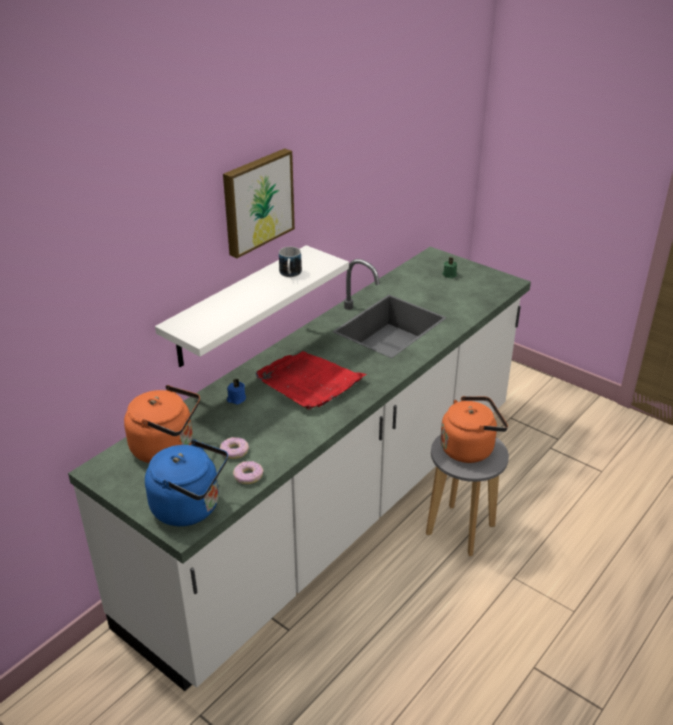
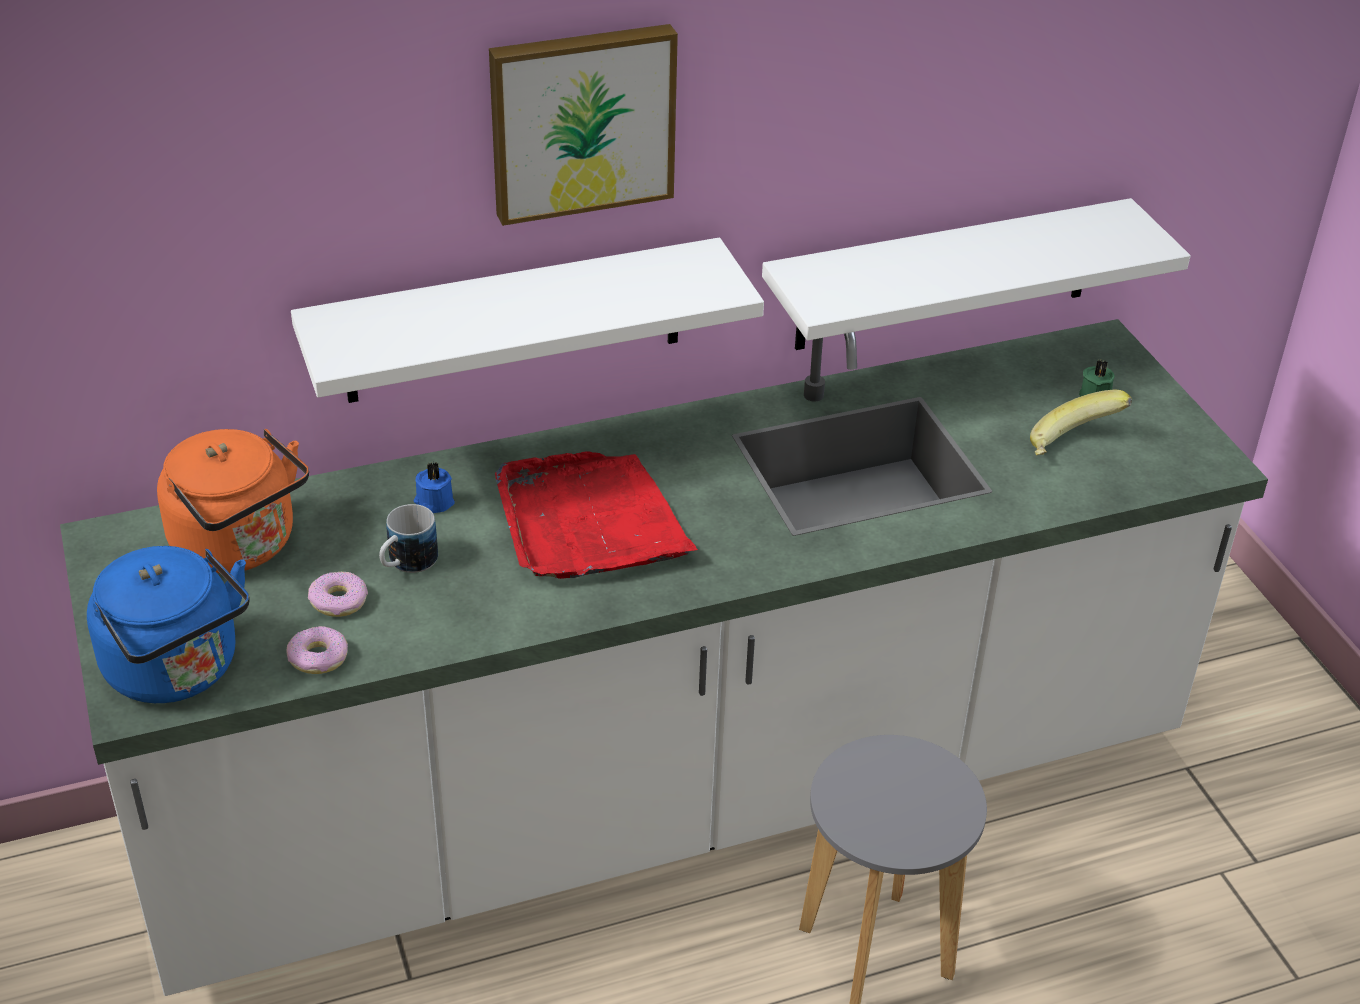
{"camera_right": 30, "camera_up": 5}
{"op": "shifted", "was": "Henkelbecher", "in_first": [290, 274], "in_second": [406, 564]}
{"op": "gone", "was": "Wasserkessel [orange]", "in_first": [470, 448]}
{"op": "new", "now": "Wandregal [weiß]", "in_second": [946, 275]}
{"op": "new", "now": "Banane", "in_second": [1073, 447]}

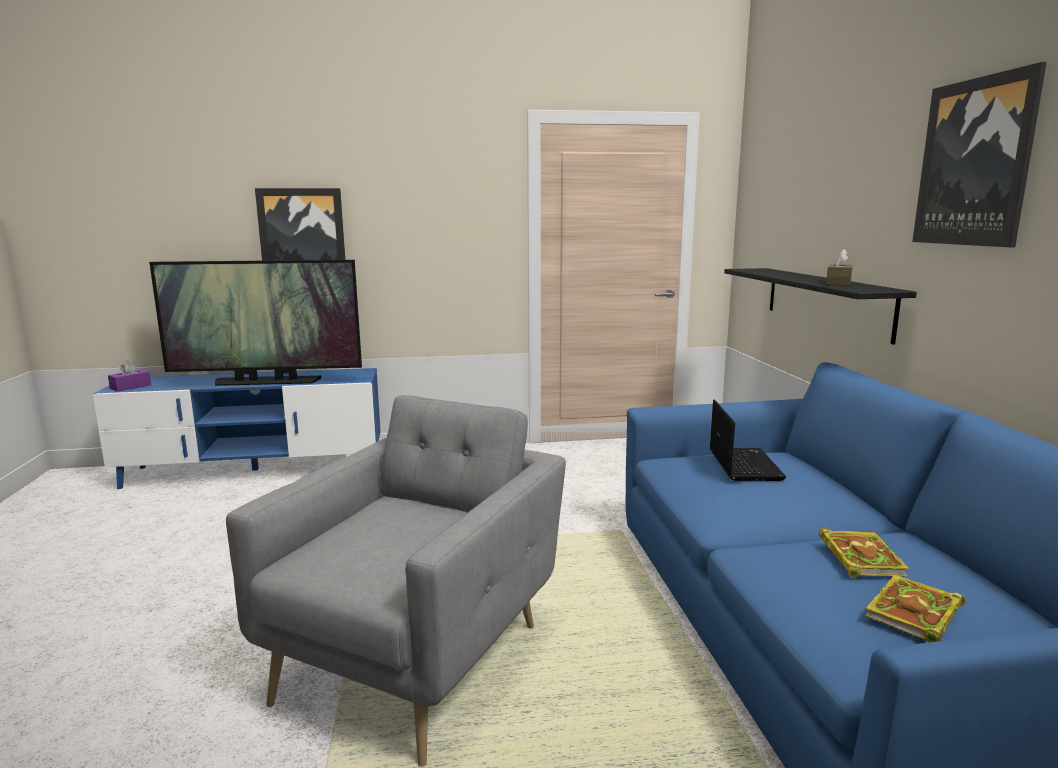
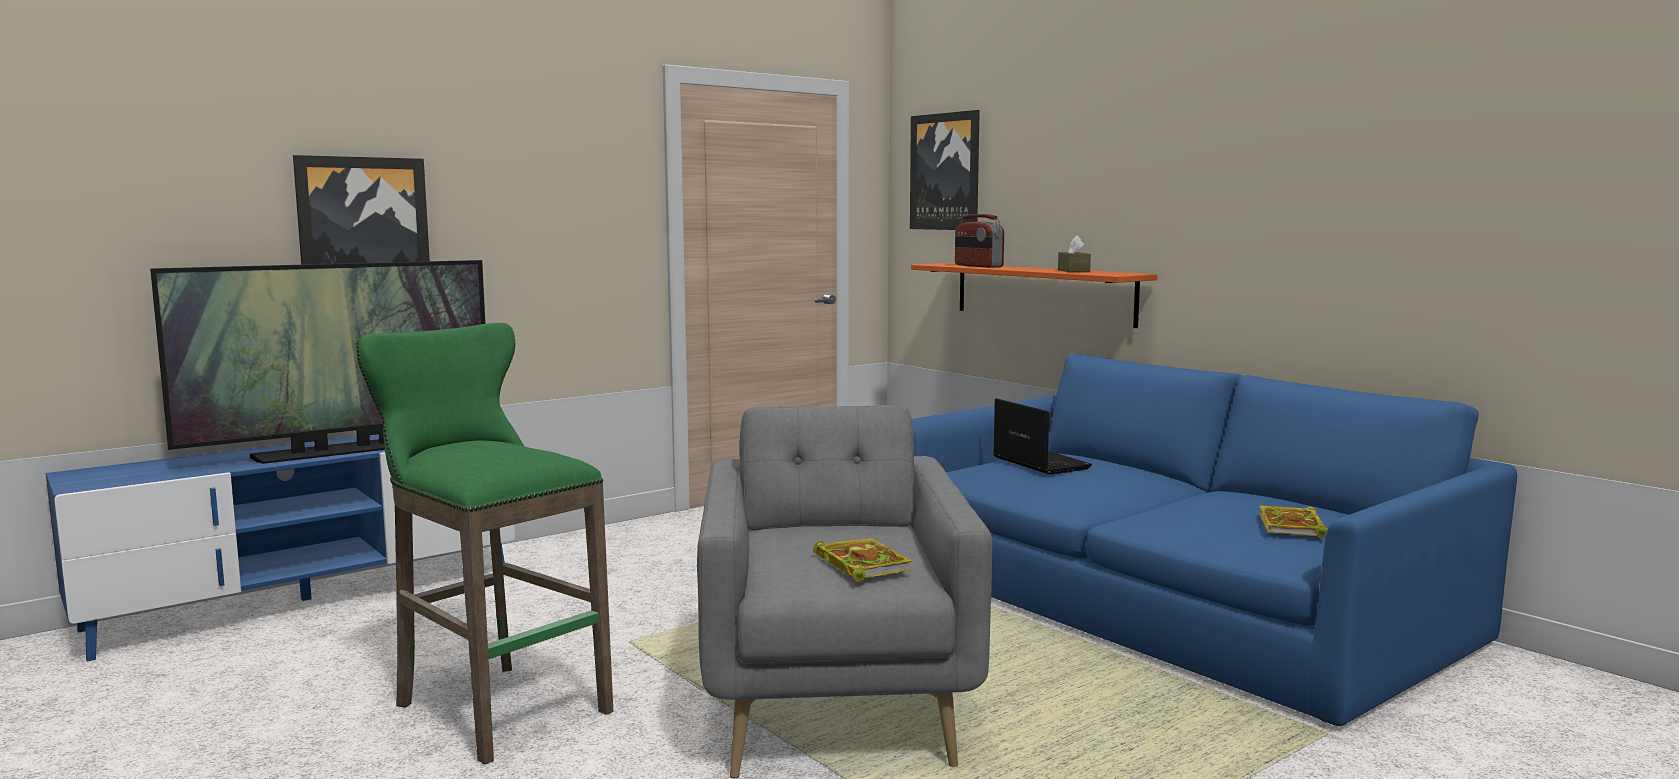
{"camera_right": -30, "camera_up": -5}
{"op": "gone", "was": "Taschentuchbox [lila]", "in_first": [130, 387]}
{"op": "repainted", "was": "Wandregal [schwarz]", "now": "Wandregal [orange]", "in_first": [825, 301], "in_second": [1043, 293]}
{"op": "shifted", "was": "Buch", "in_first": [859, 556], "in_second": [860, 563]}
{"op": "shifted", "was": "Bild", "in_first": [975, 163], "in_second": [945, 172]}
{"op": "new", "now": "Hocker [grün]", "in_second": [494, 707]}
{"op": "new", "now": "Radio", "in_second": [978, 266]}

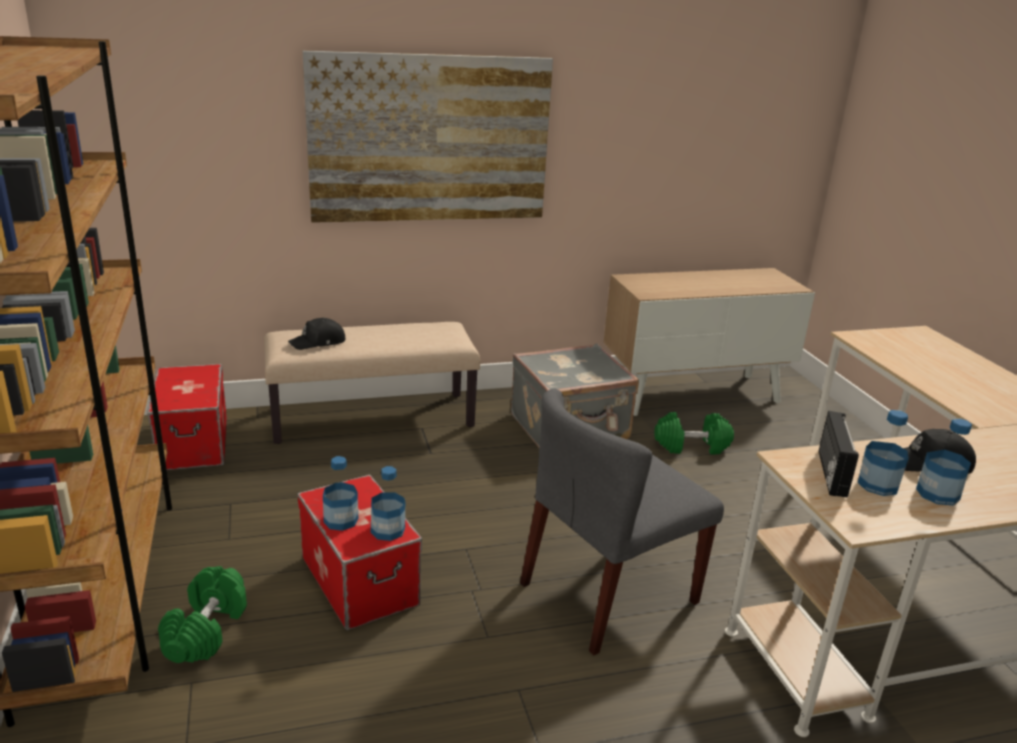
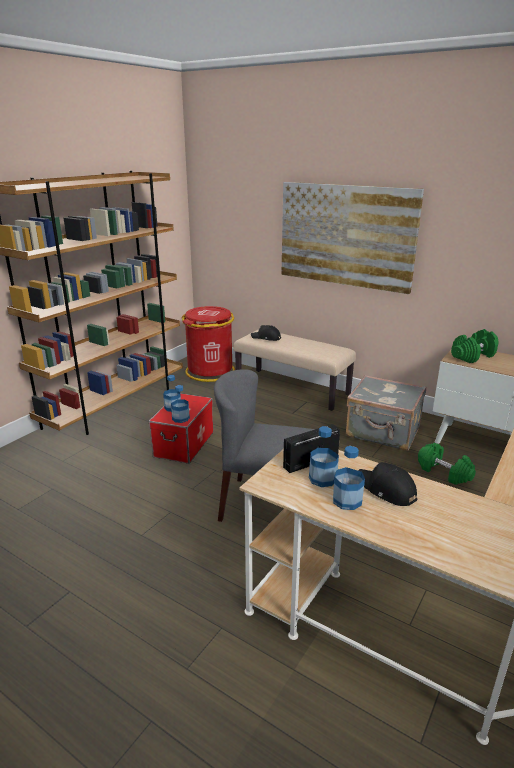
{"camera_right": 50, "camera_up": 0}
{"op": "swapped", "was": "Aufbewahrungsbox", "now": "Mülleimer [rot]", "in_first": [193, 443], "in_second": [210, 371]}
{"op": "shifted", "was": "Hantel [grün]", "in_first": [206, 631], "in_second": [473, 356]}

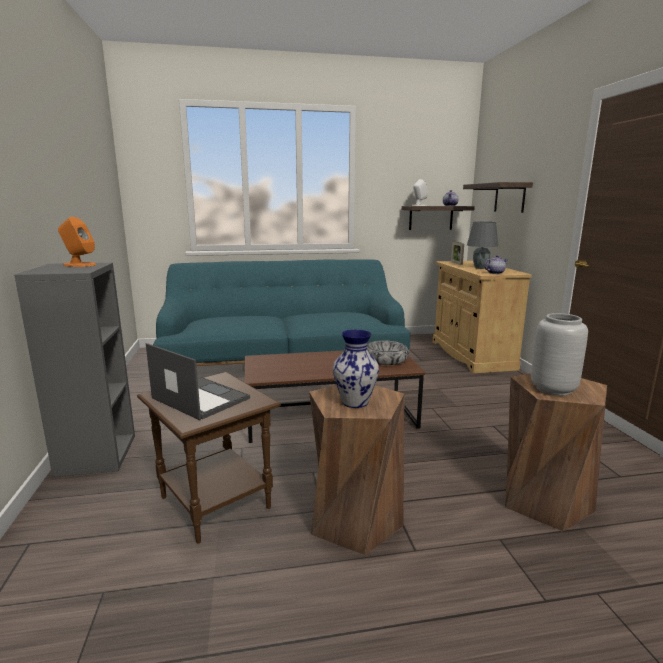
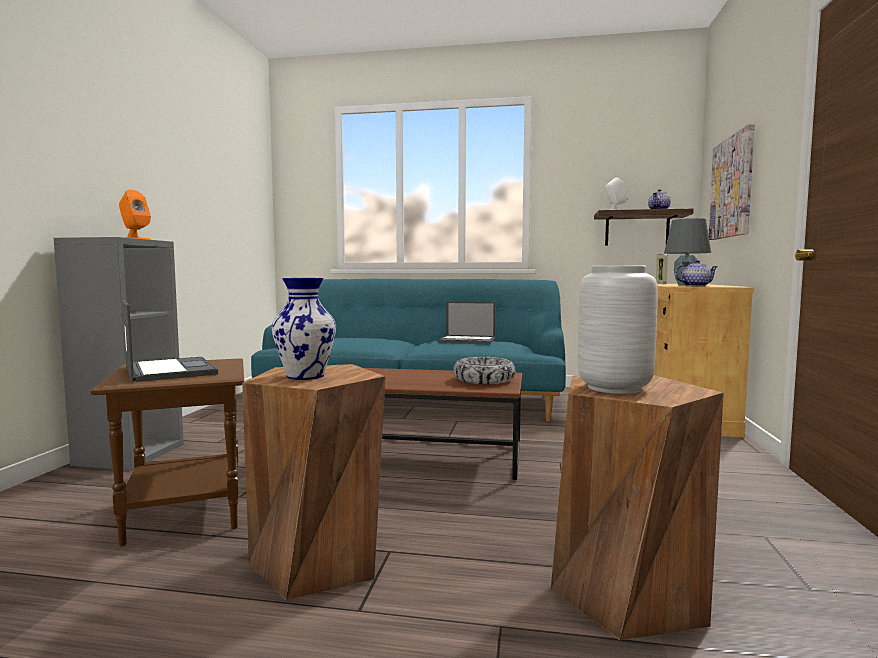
{"camera_right": 20, "camera_up": -10}
{"op": "swapped", "was": "Wandregal", "now": "Bild", "in_first": [509, 197], "in_second": [732, 187]}
{"op": "new", "now": "Laptop", "in_second": [468, 340]}

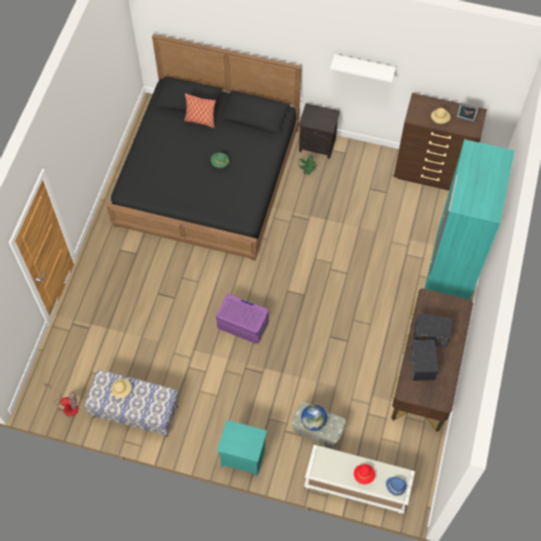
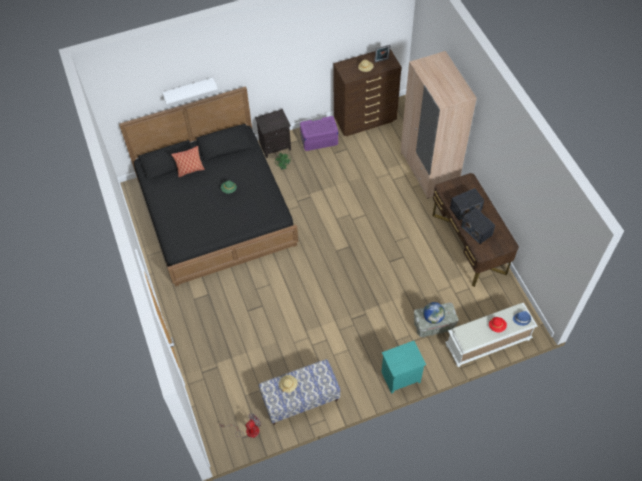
{"camera_right": -35, "camera_up": -5}
{"op": "shifted", "was": "Aufbewahrungsbox [lila]", "in_first": [242, 324], "in_second": [319, 140]}
{"op": "shifted", "was": "Wandregal [weiß]", "in_first": [364, 66], "in_second": [188, 90]}
{"op": "repainted", "was": "Kleiderschrank [türkis]", "now": "Kleiderschrank [beige]", "in_first": [451, 269], "in_second": [428, 170]}

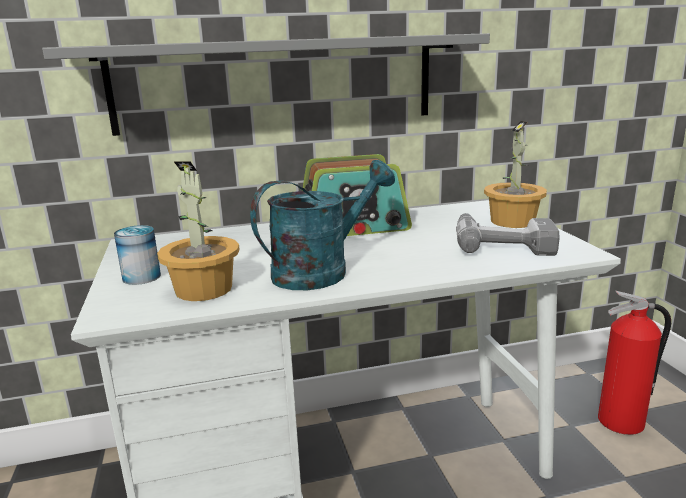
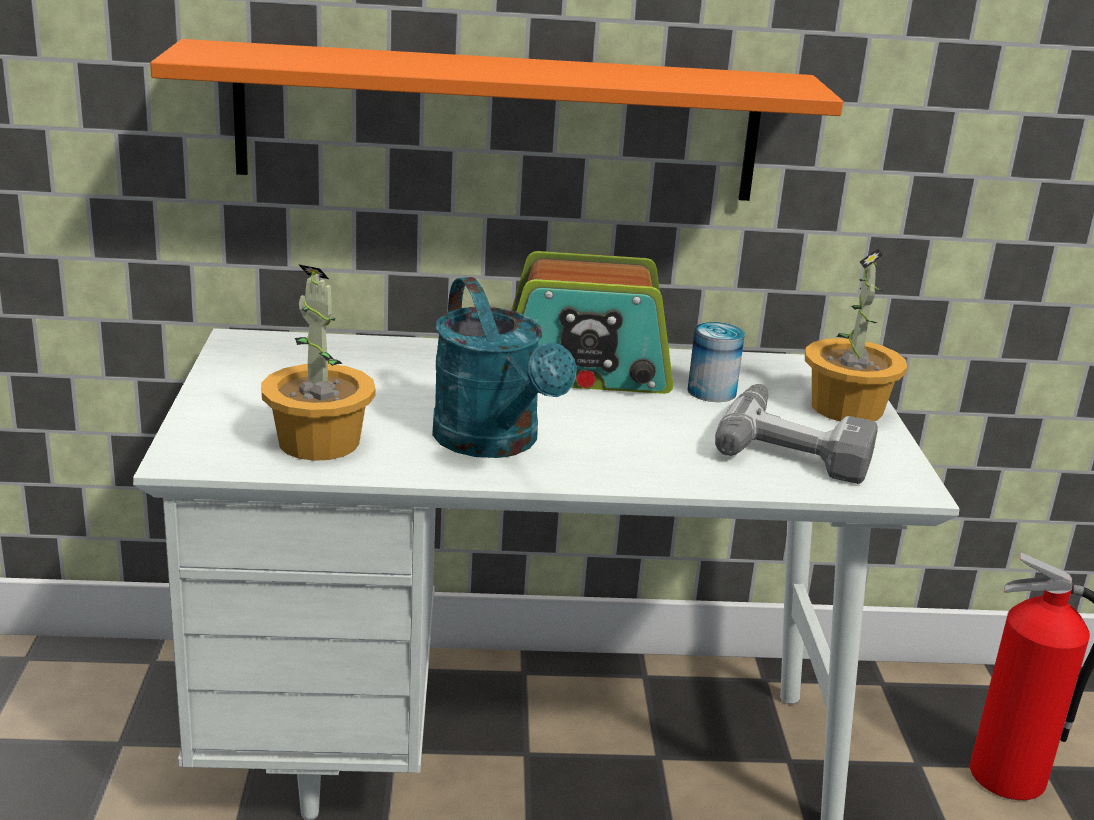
{"camera_right": 10, "camera_up": 5}
{"op": "repainted", "was": "Wandregal [grau]", "now": "Wandregal [orange]", "in_first": [276, 83], "in_second": [498, 123]}
{"op": "shifted", "was": "Dose", "in_first": [141, 277], "in_second": [711, 391]}
{"op": "rotated", "was": "Gießkanne [türkis]", "in_first": [321, 270], "in_second": [494, 443], "clockwise": 90}

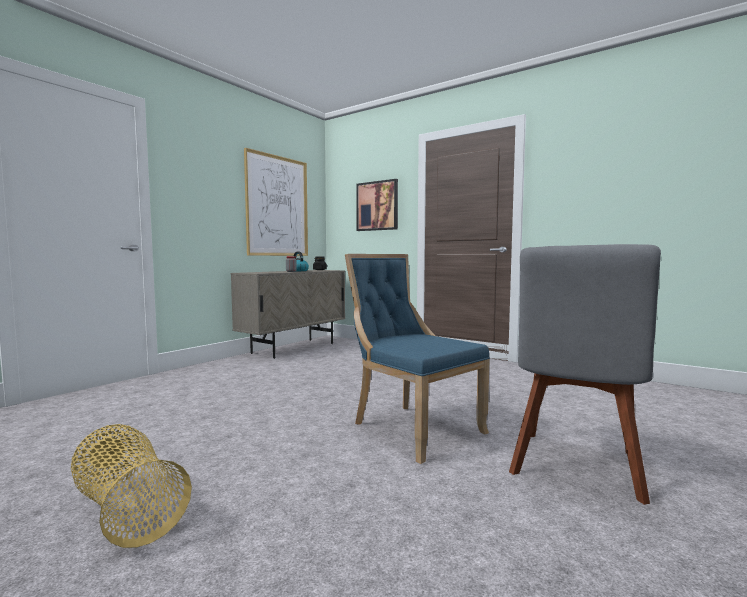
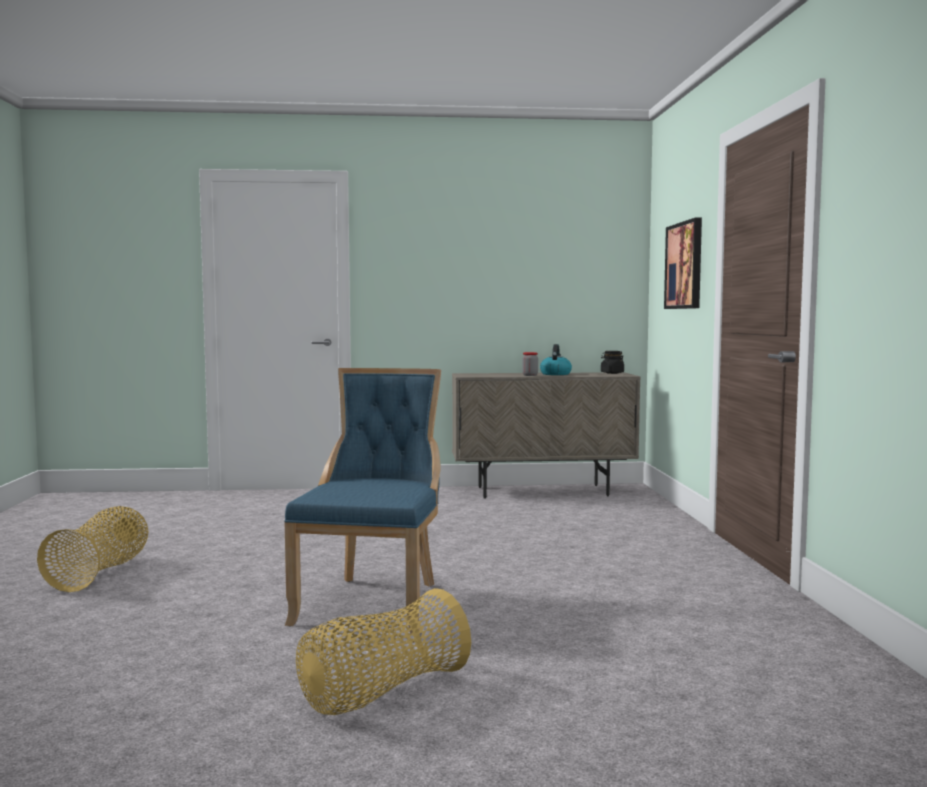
{"camera_right": 50, "camera_up": 0}
{"op": "gone", "was": "Bild", "in_first": [277, 206]}
{"op": "swapped", "was": "Stuhl [grau]", "now": "Korb", "in_first": [576, 467], "in_second": [382, 693]}

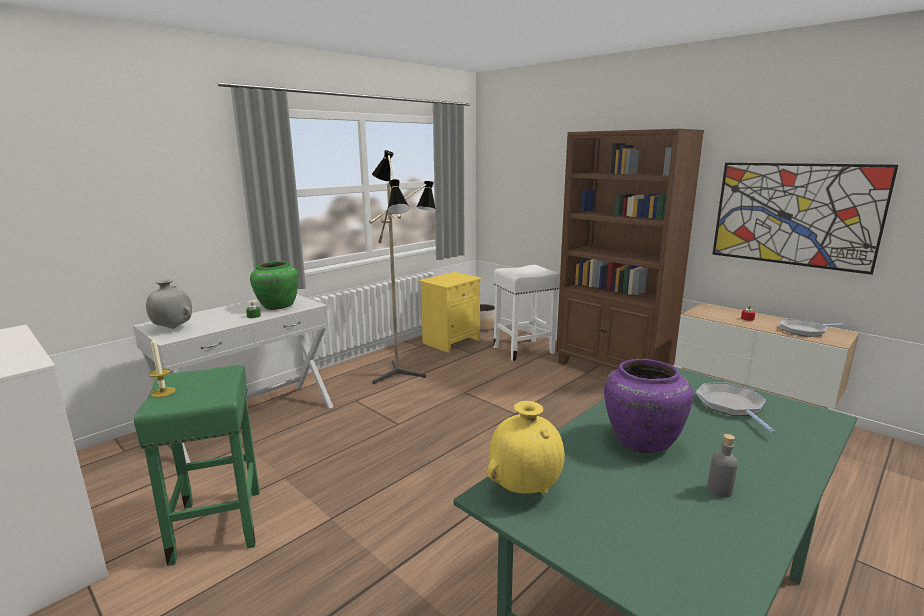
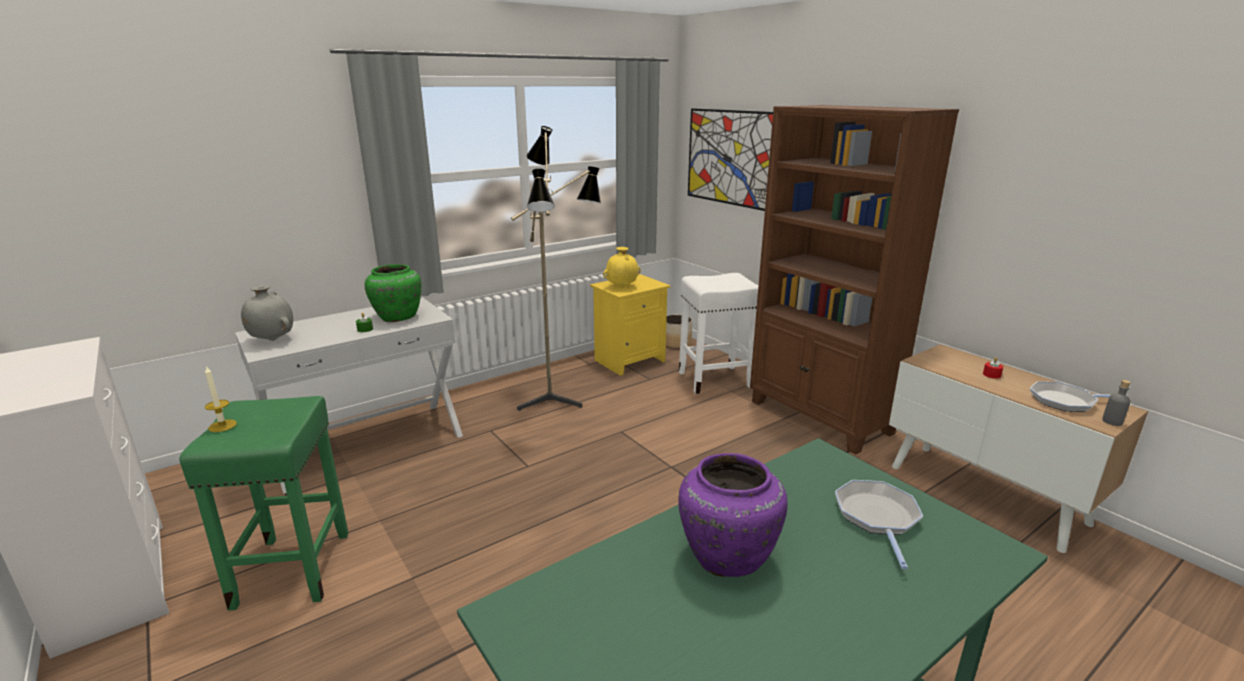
{"camera_right": 10, "camera_up": 5}
{"op": "shifted", "was": "Vase [gelb]", "in_first": [525, 488], "in_second": [622, 287]}
{"op": "shifted", "was": "Flasche [grau]", "in_first": [719, 490], "in_second": [1112, 421]}
{"op": "shifted", "was": "Bild", "in_first": [794, 214], "in_second": [734, 158]}

